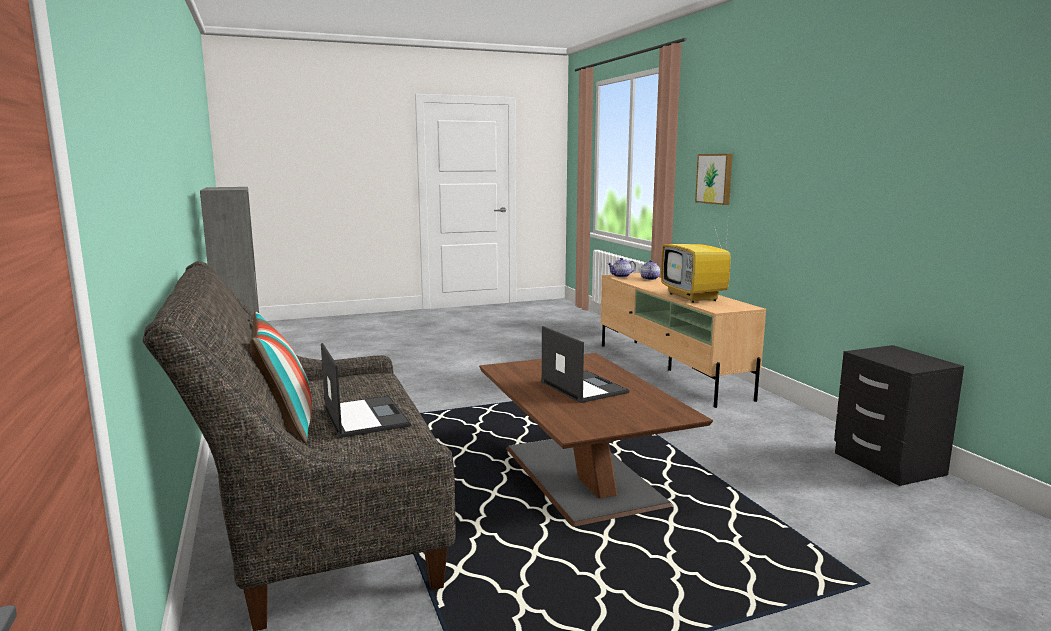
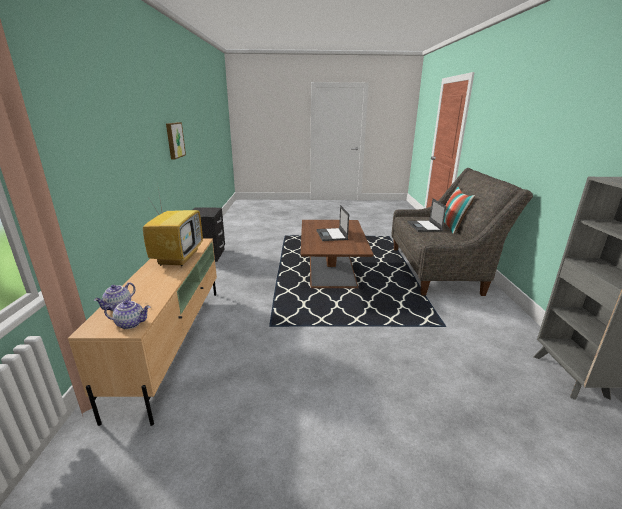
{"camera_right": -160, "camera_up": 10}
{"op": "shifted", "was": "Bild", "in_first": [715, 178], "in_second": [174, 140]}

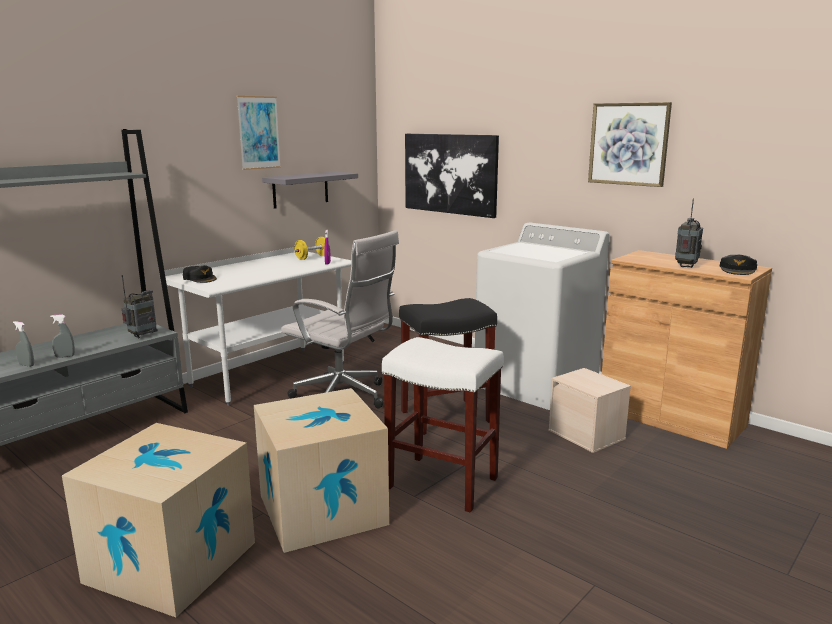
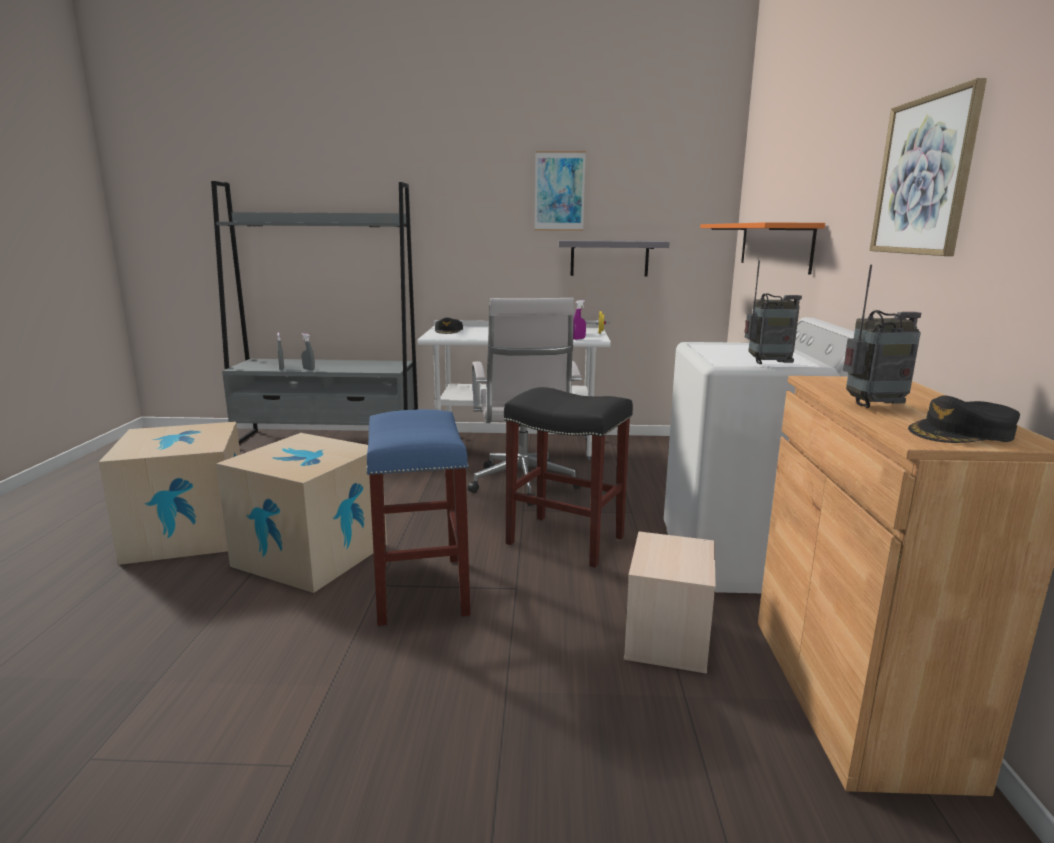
{"camera_right": 50, "camera_up": 0}
{"op": "shifted", "was": "Radio", "in_first": [143, 336], "in_second": [768, 364]}
{"op": "repainted", "was": "Hocker [weiß]", "now": "Hocker [blau]", "in_first": [443, 483], "in_second": [422, 590]}
{"op": "swapped", "was": "Bild", "now": "Wandregal [orange]", "in_first": [450, 174], "in_second": [774, 245]}

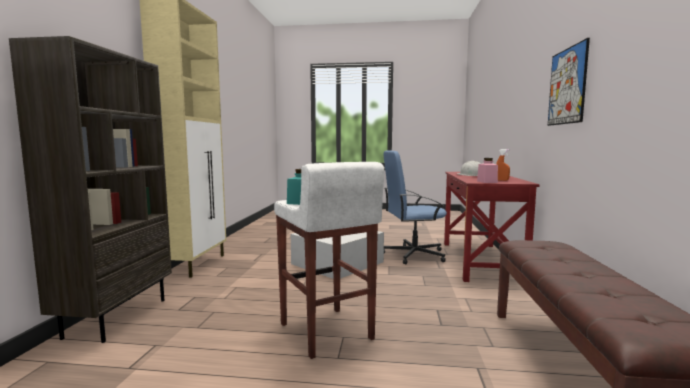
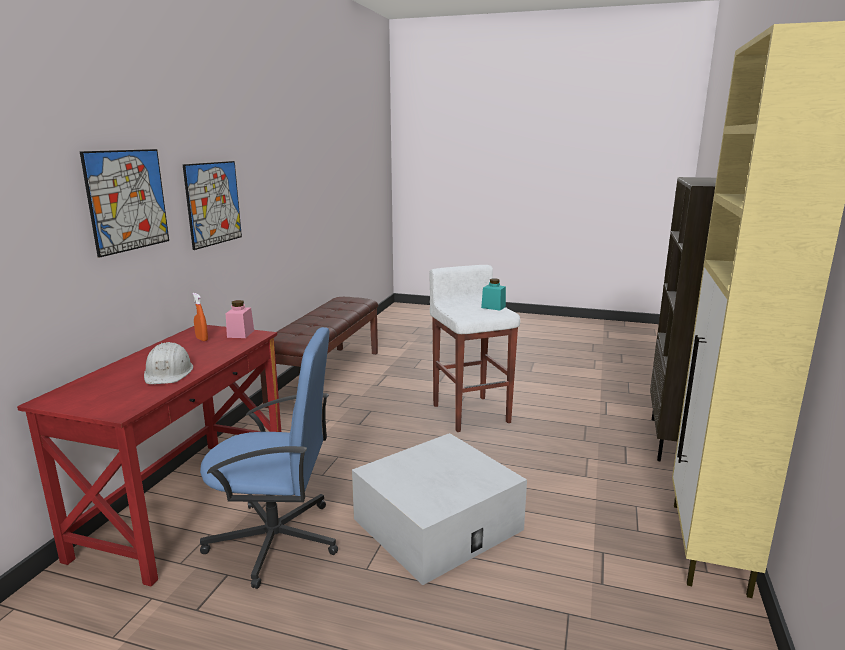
{"camera_right": -170, "camera_up": 10}
{"op": "new", "now": "Bild", "in_second": [127, 200]}

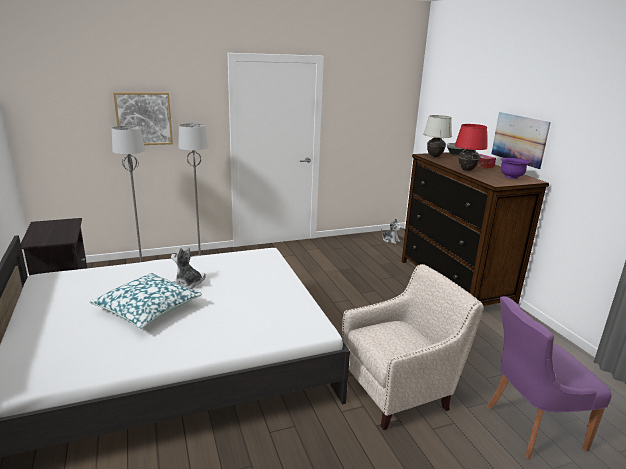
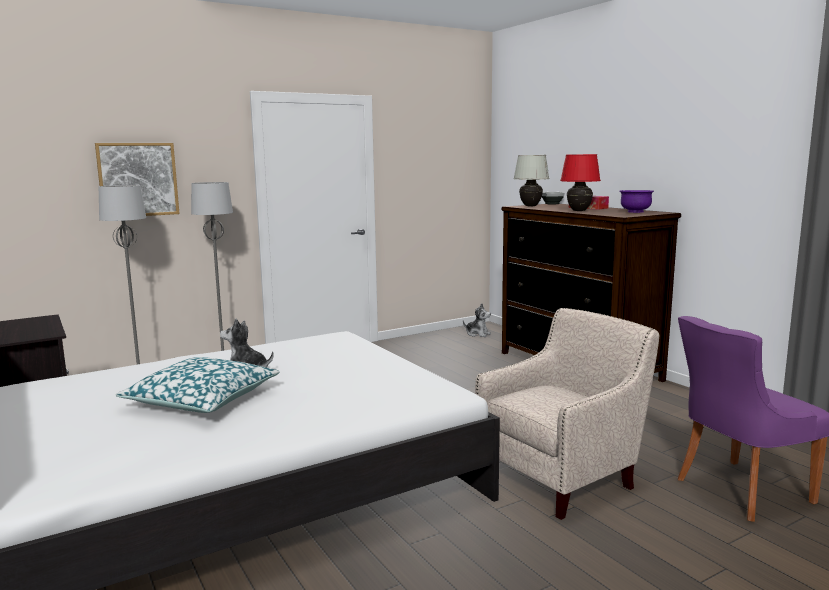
{"camera_right": -10, "camera_up": -10}
{"op": "gone", "was": "Bild", "in_first": [519, 139]}

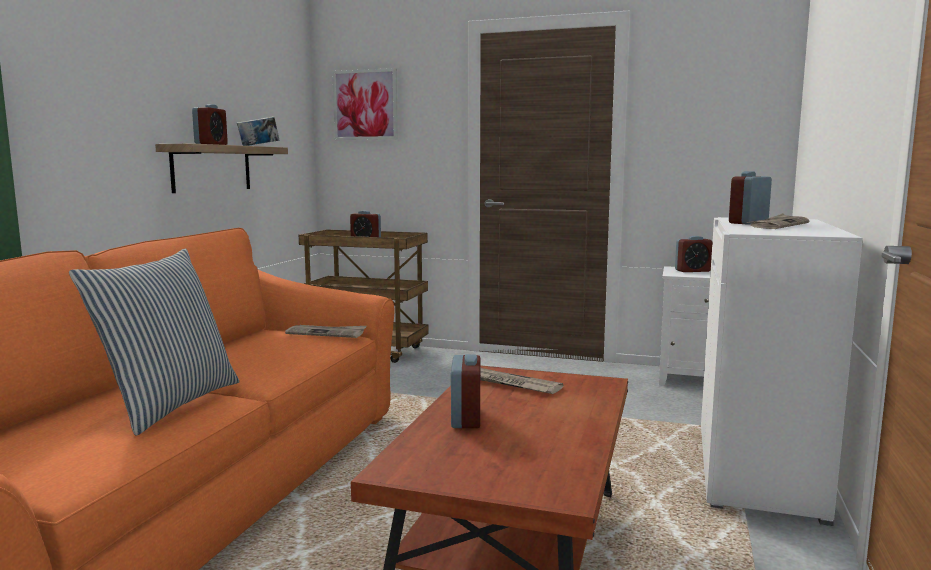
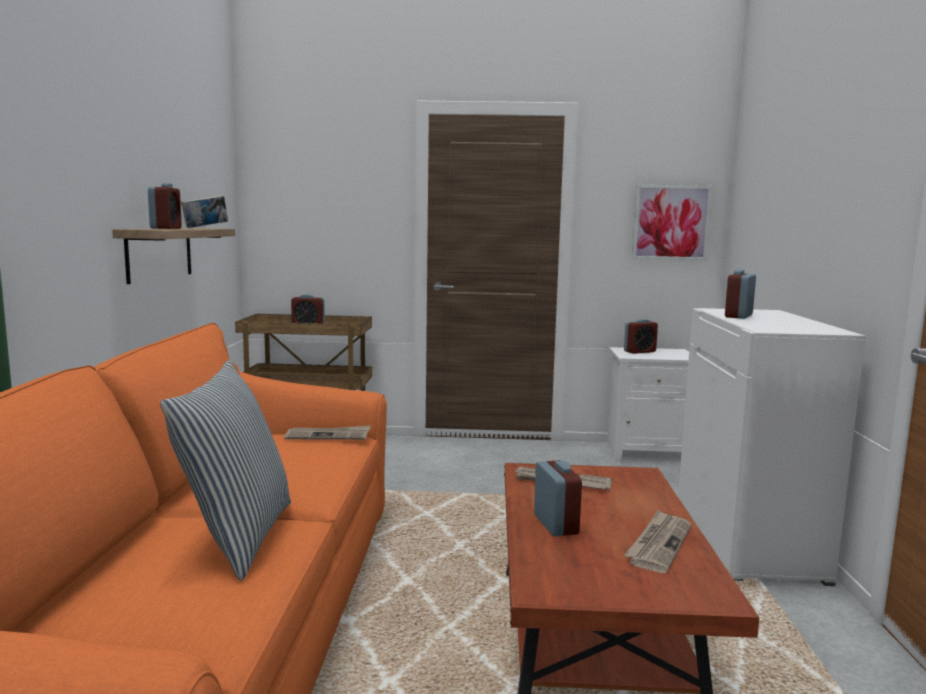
{"camera_right": -15, "camera_up": 0}
{"op": "shifted", "was": "Bild", "in_first": [365, 105], "in_second": [671, 222]}
{"op": "shifted", "was": "Zeitung", "in_first": [778, 225], "in_second": [659, 544]}

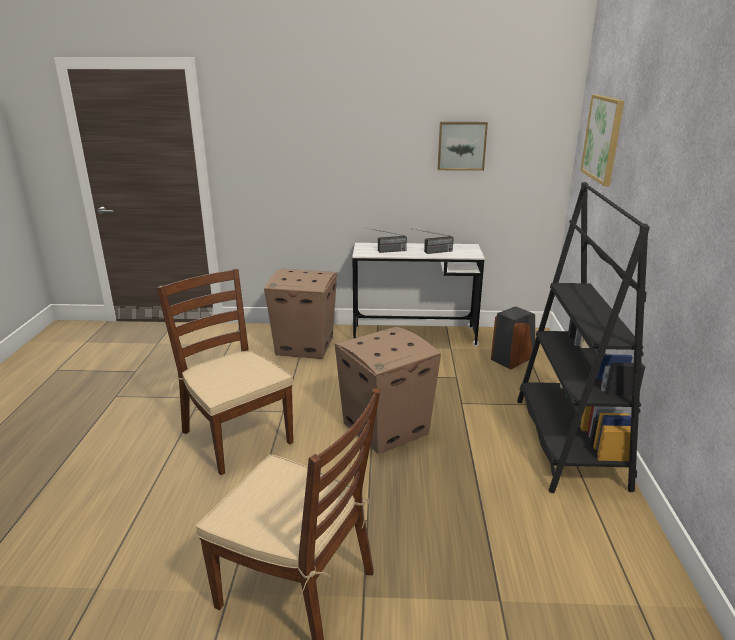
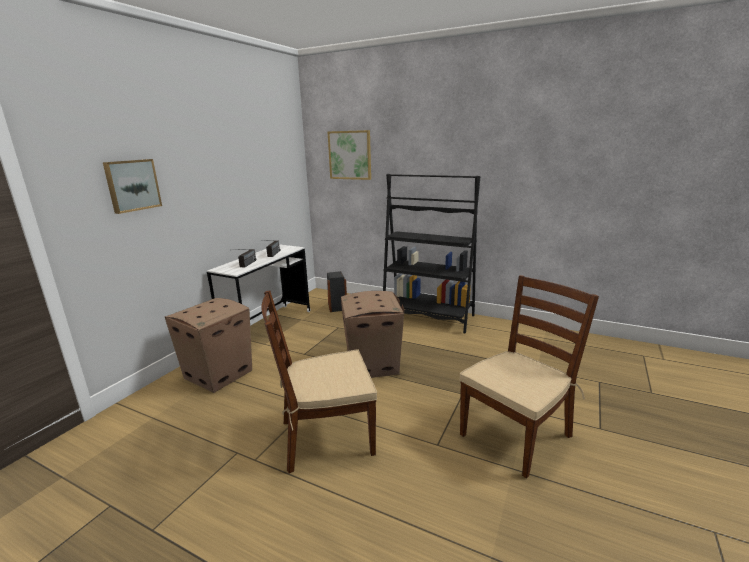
{"camera_right": -65, "camera_up": -5}
{"op": "shifted", "was": "Bild", "in_first": [461, 146], "in_second": [132, 185]}

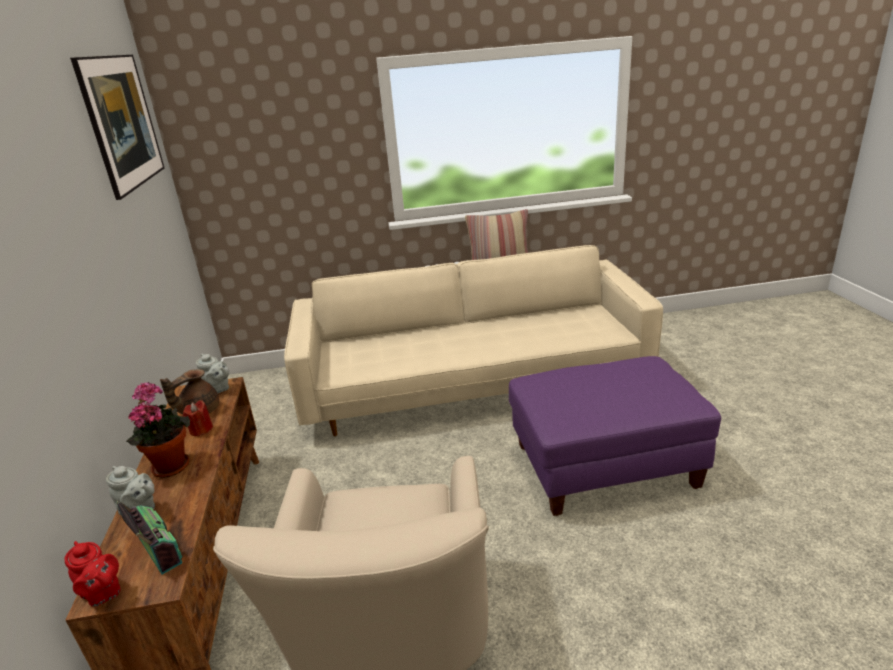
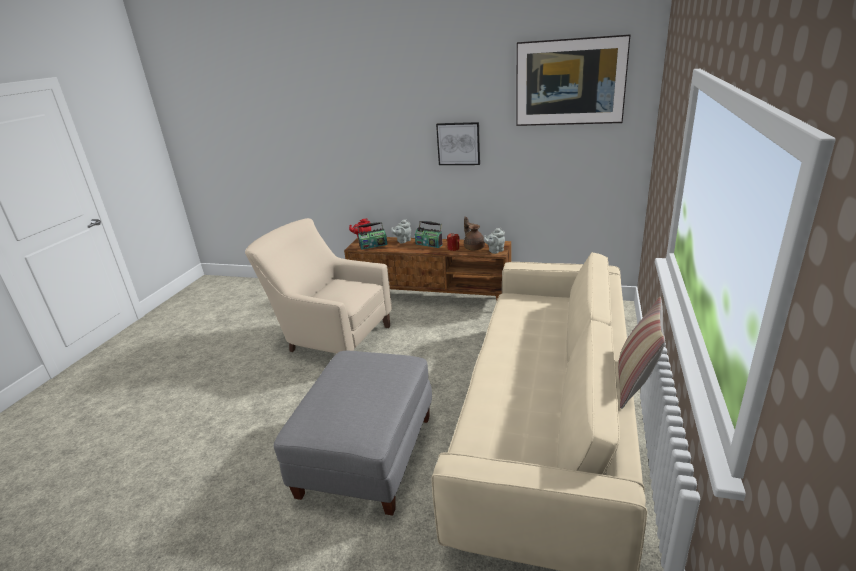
{"camera_right": 115, "camera_up": 0}
{"op": "swapped", "was": "Topfpflanze", "now": "Radio", "in_first": [170, 465], "in_second": [429, 244]}
{"op": "repainted", "was": "Polsterhocker [lila]", "now": "Polsterhocker [grau]", "in_first": [604, 466], "in_second": [367, 456]}
{"op": "new", "now": "Bild", "in_second": [458, 143]}

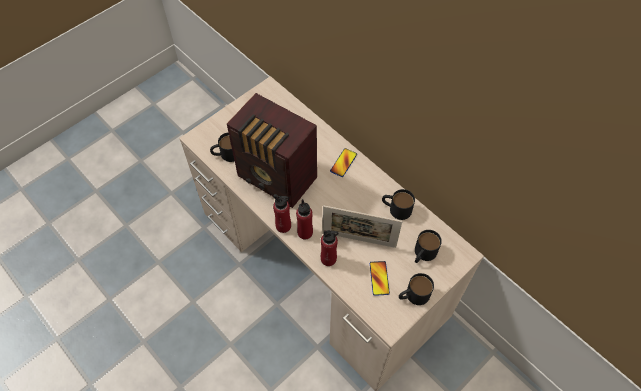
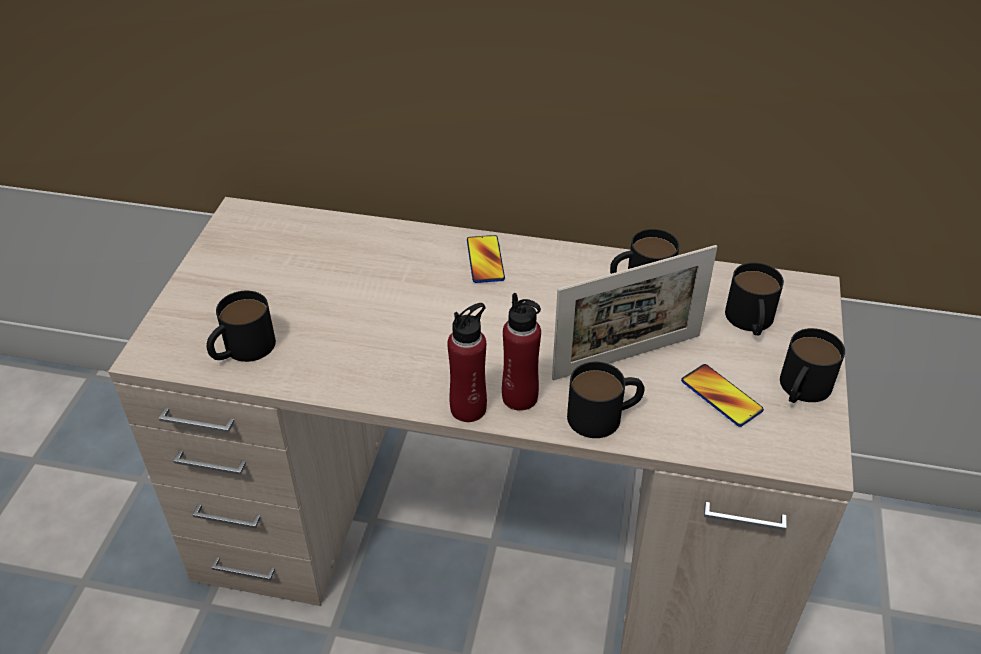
{"camera_right": -35, "camera_up": -15}
{"op": "gone", "was": "Radio", "in_first": [277, 179]}
{"op": "swapped", "was": "Flasche [rot]", "now": "Henkelbecher [schwarz]", "in_first": [328, 259], "in_second": [604, 415]}

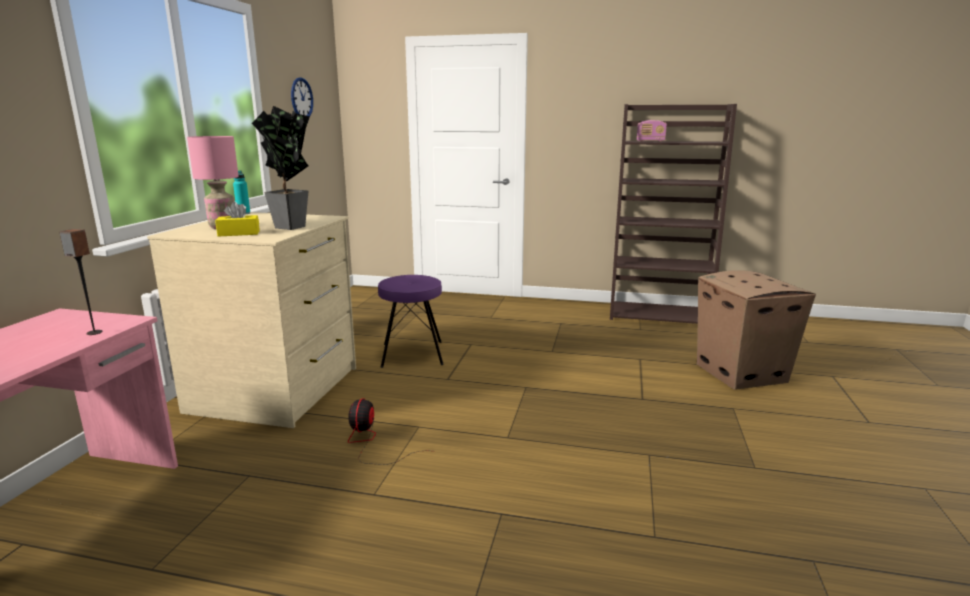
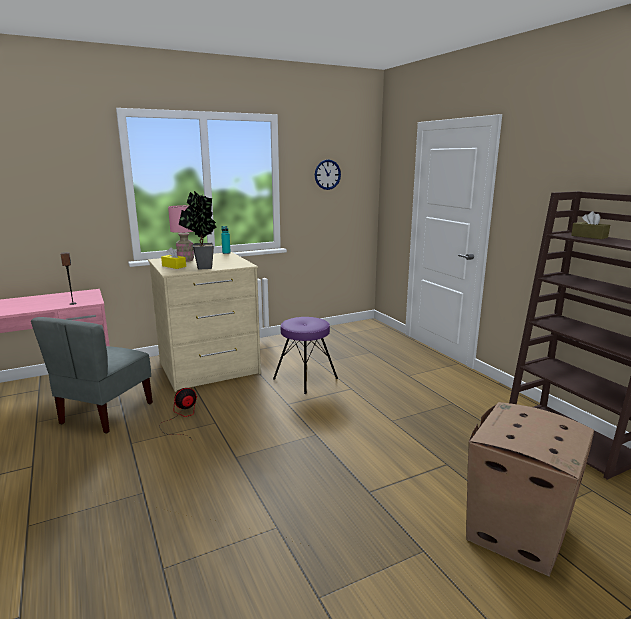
{"camera_right": 50, "camera_up": 0}
{"op": "swapped", "was": "Radio", "now": "Taschentuchbox [braun]", "in_first": [650, 141], "in_second": [589, 236]}
{"op": "new", "now": "Stuhl [grau]", "in_second": [105, 413]}

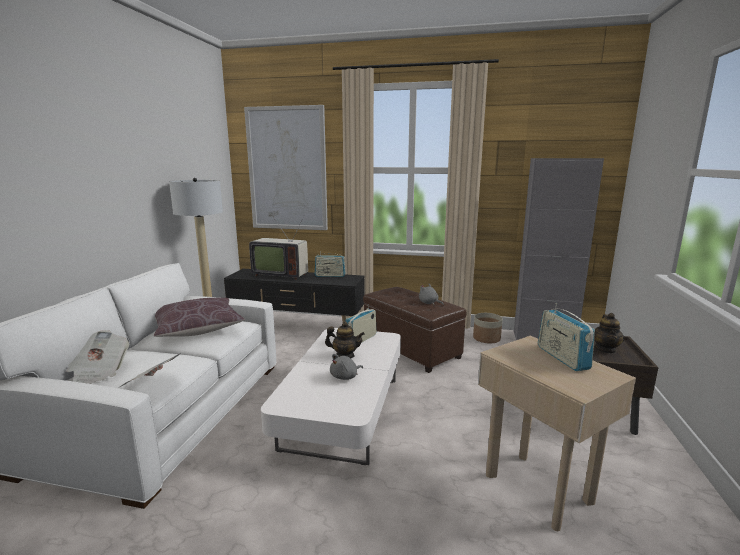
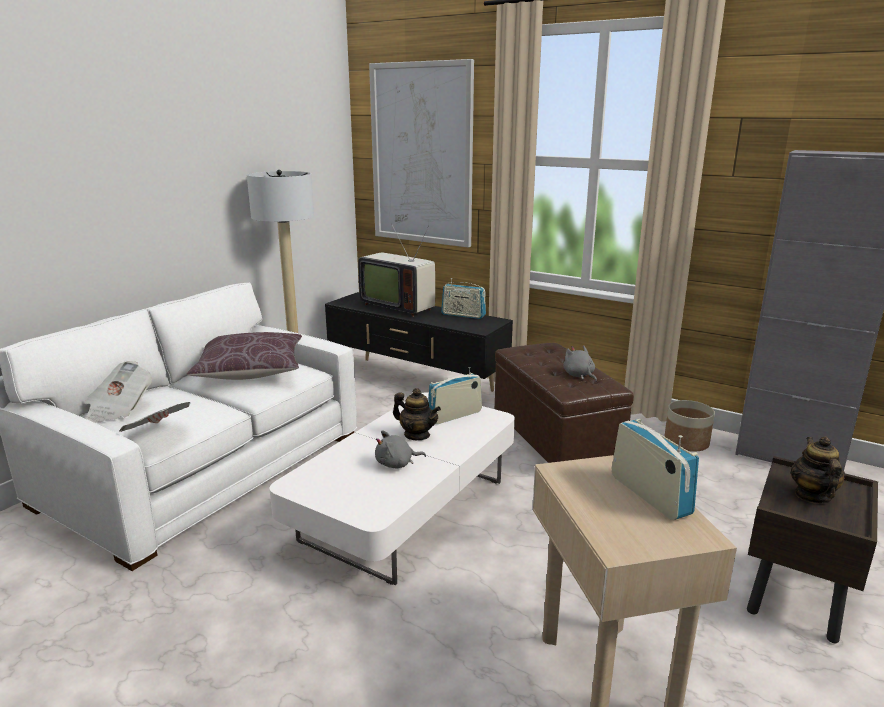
{"camera_right": 20, "camera_up": 5}
{"op": "rotated", "was": "Radio", "in_first": [562, 357], "in_second": [649, 495], "clockwise": 150}
{"op": "rotated", "was": "Teekanne", "in_first": [605, 349], "in_second": [812, 495], "clockwise": 150}

